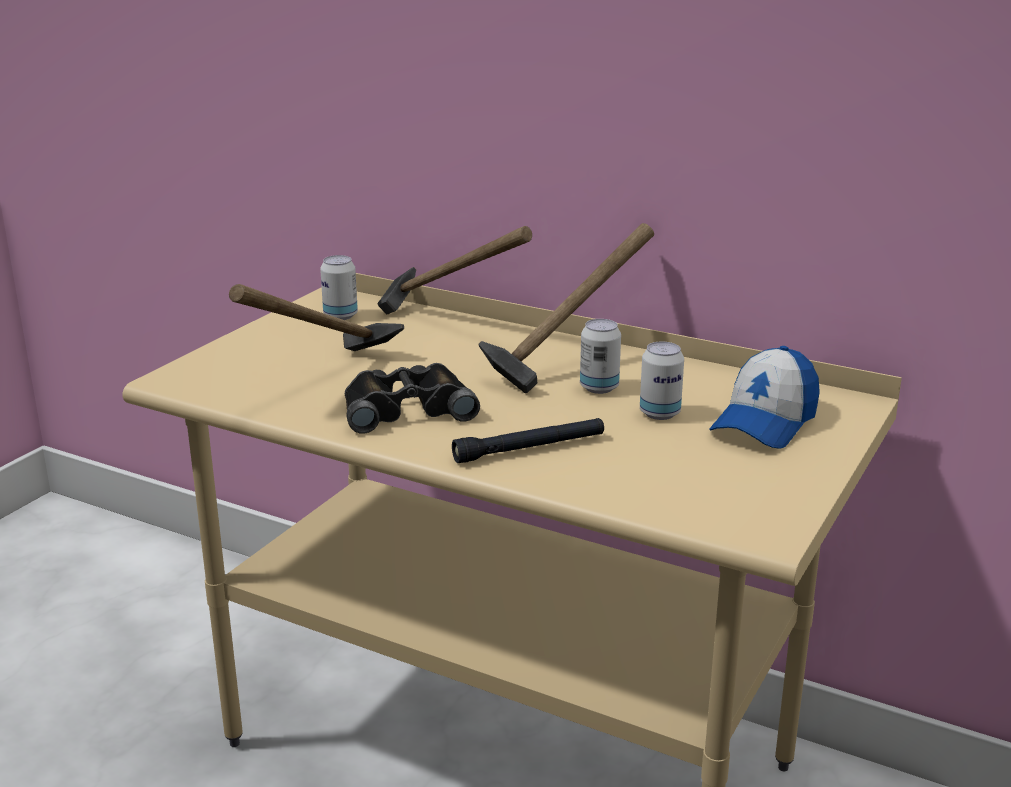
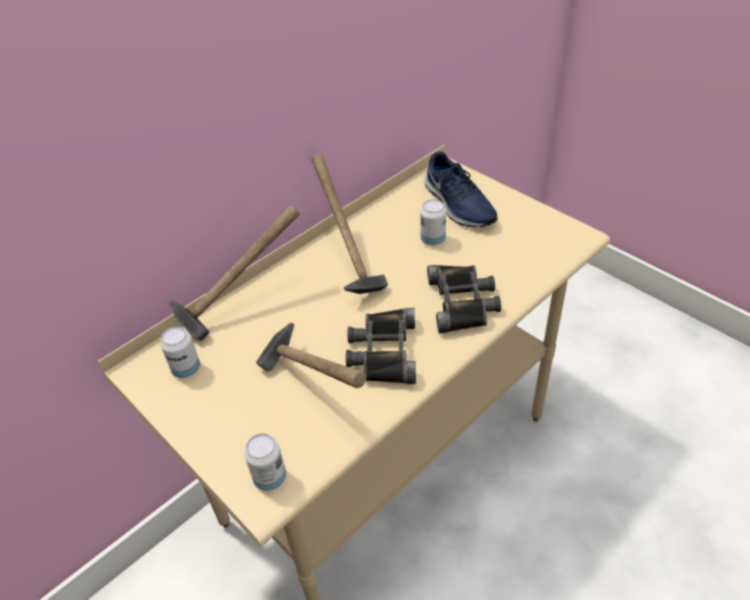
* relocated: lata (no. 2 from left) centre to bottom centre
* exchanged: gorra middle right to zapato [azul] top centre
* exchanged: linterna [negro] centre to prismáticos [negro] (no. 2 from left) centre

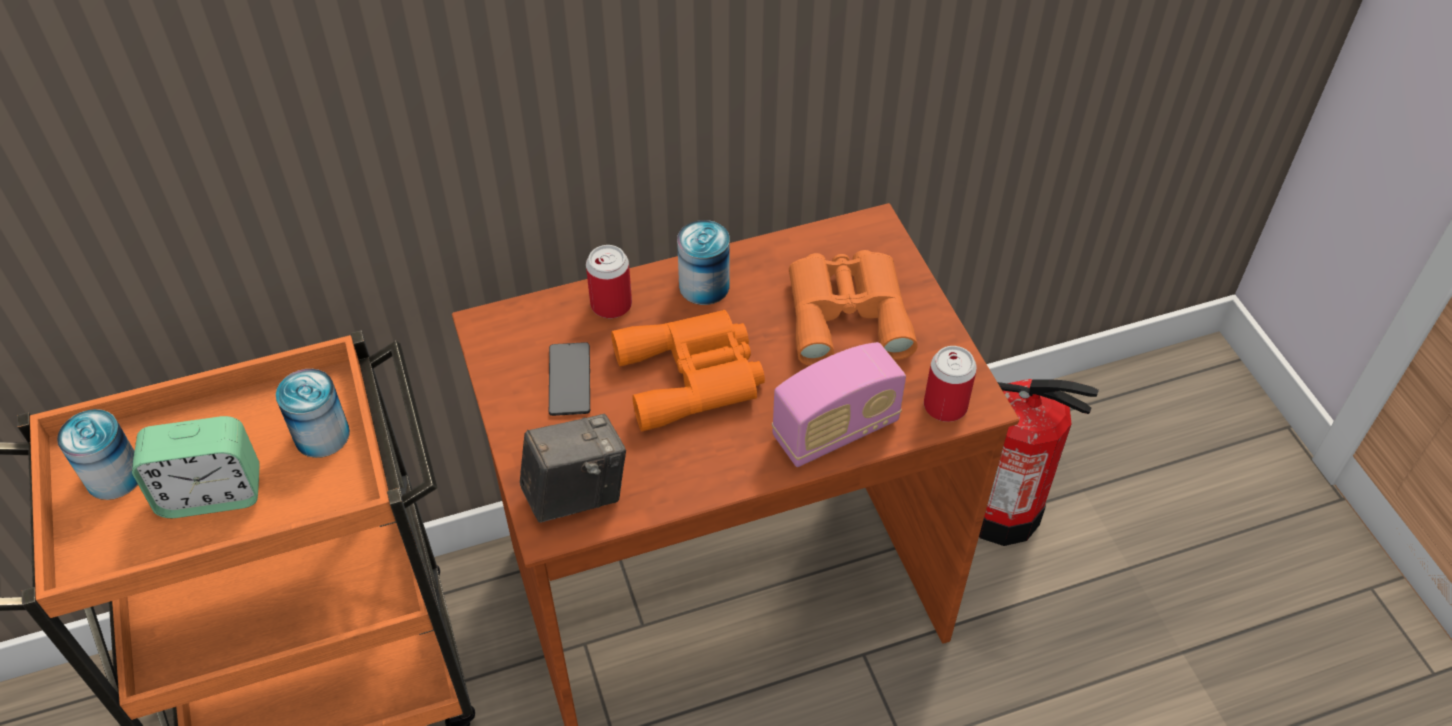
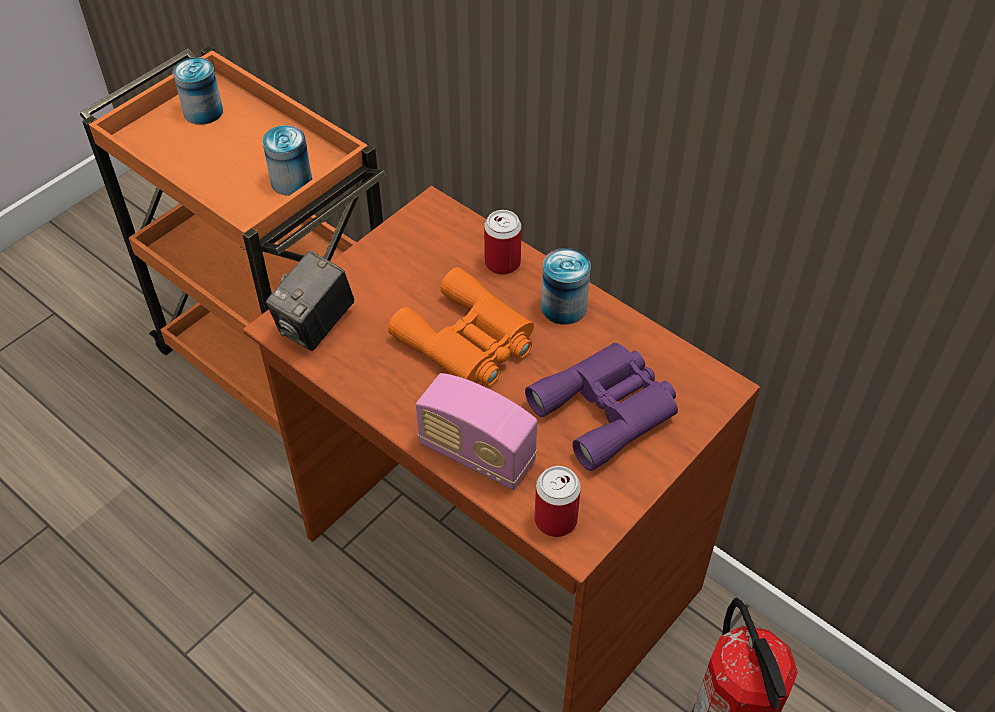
* colour: prismáticos [naranja] (no. 2 from left) centre to prismáticos [morado] centre
* missing: móvil centre
* spun: cámara centre = middle left 90 degrees clockwise
* missing: despertador middle left

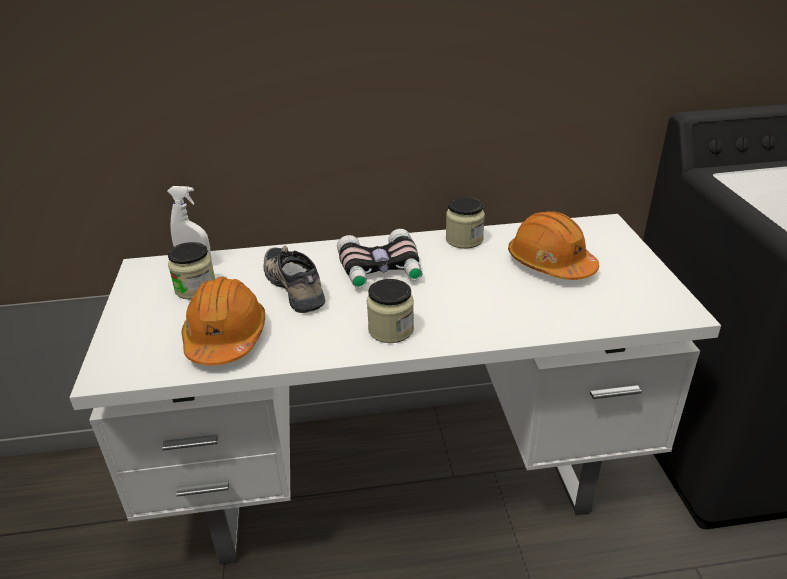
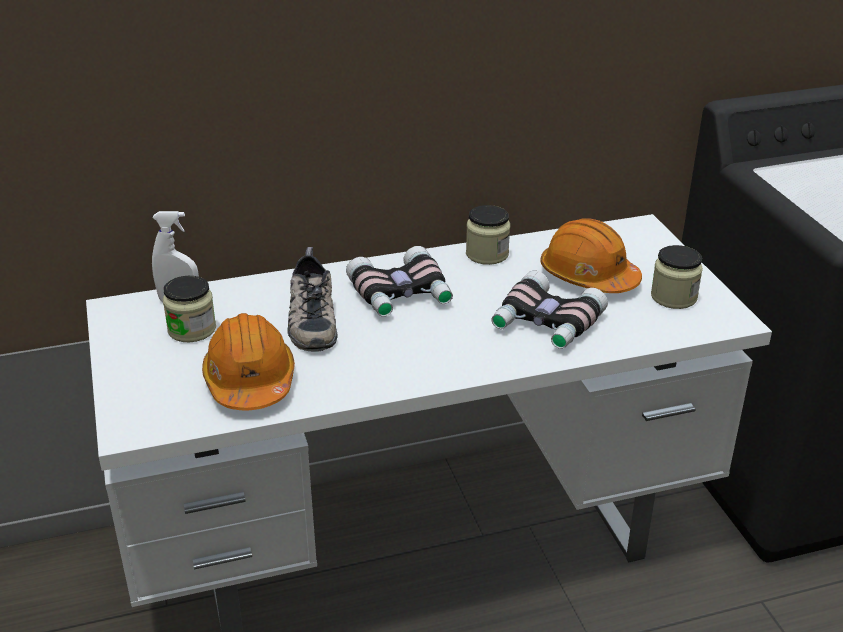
* spun: zapato centre = centre 150 degrees counterclockwise
* relocated: tarro (no. 2 from left in the first image) centre to tarro (no. 3 from left) middle right
* appeared: prismáticos (no. 2 from left) centre

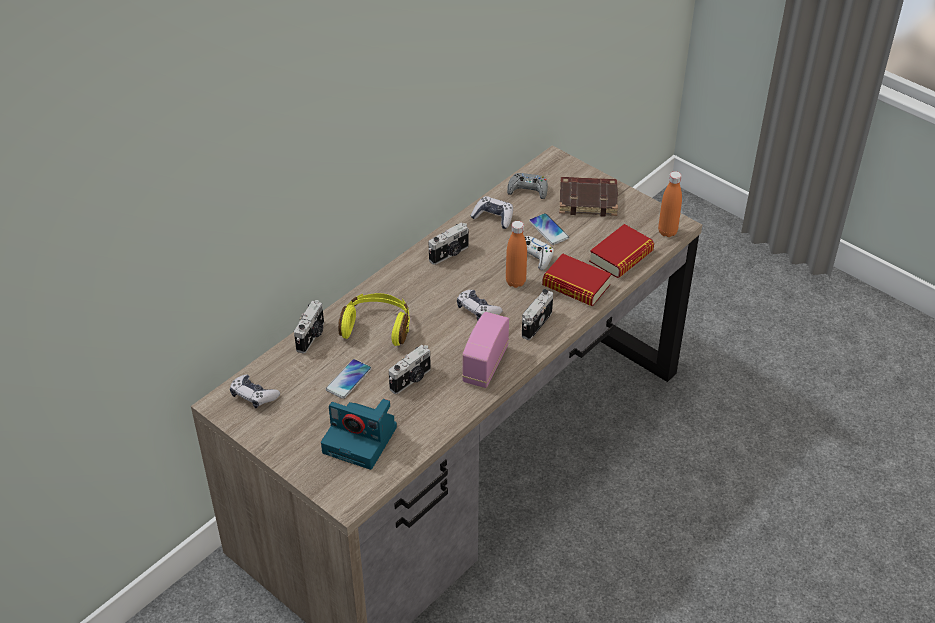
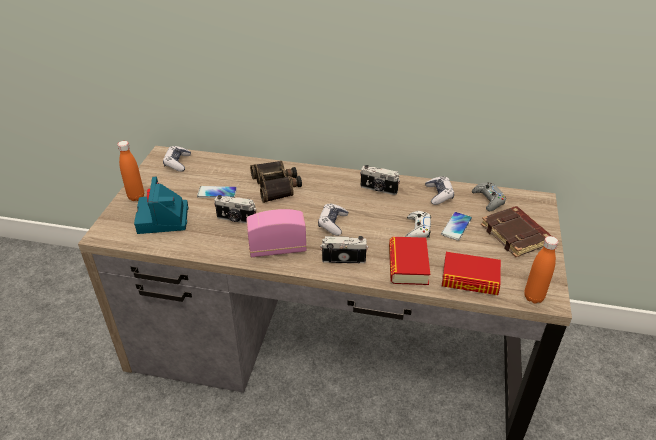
* relocated: botella [naranja] (no. 1 from left) centre to middle left
* exchanged: auriculares [amarillo] centre to prismáticos centre
* missing: cámara (no. 1 from left) middle left

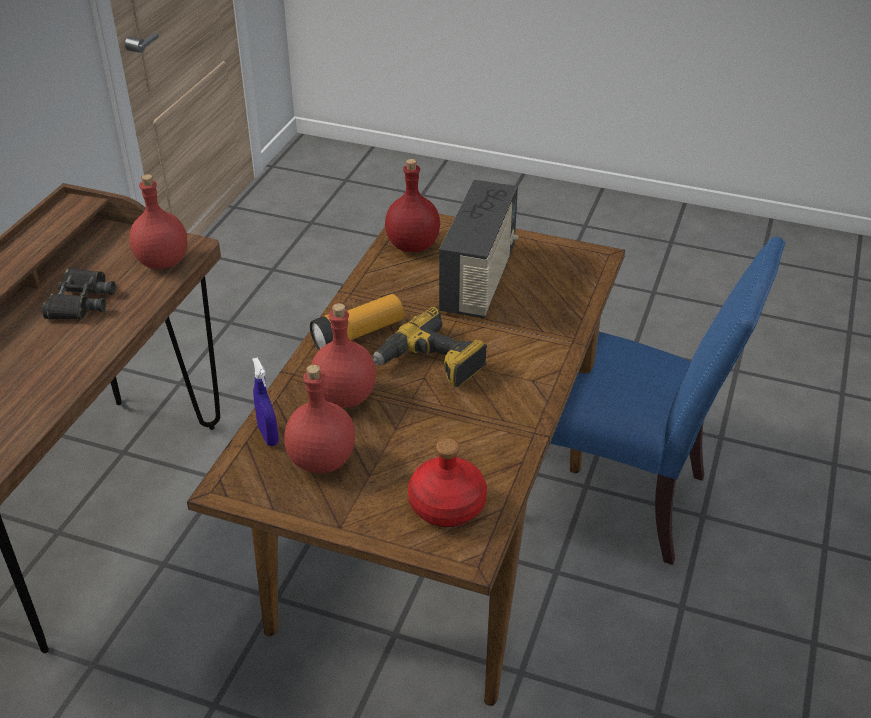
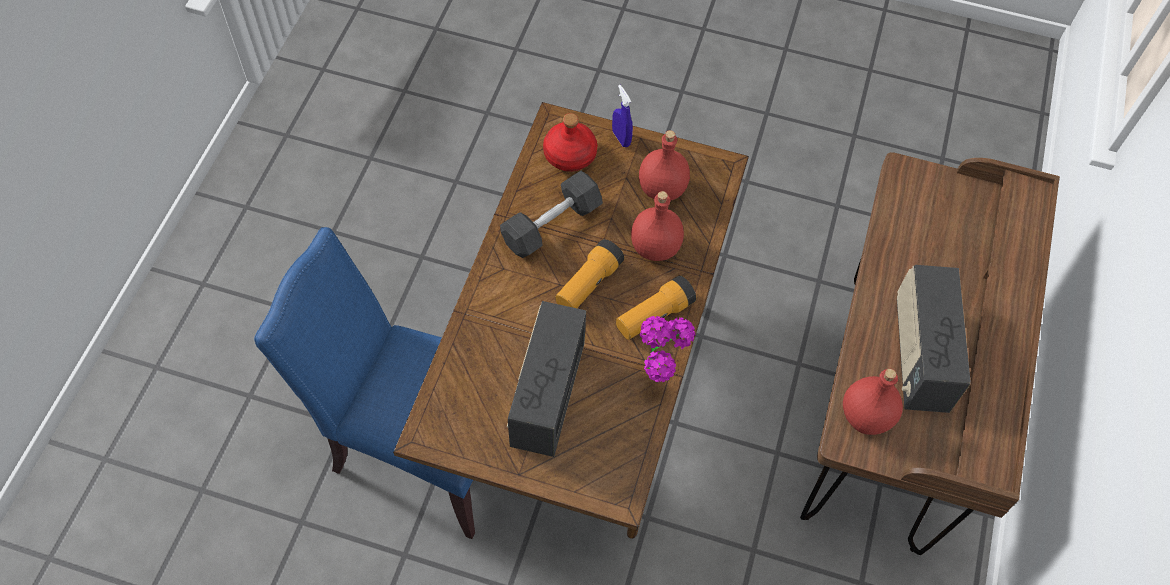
* missing: botella [rojo] (no. 4 from left) top centre
* exchanged: prismáticos [negro] middle left to radio (no. 2 from left) middle right
* exchanged: taladro centre to linterna (no. 1 from left) centre
* relocated: pulverizador [azul] middle left to top centre
* appeared: mancuerna [gris] centre
* appeared: planta en maceta centre

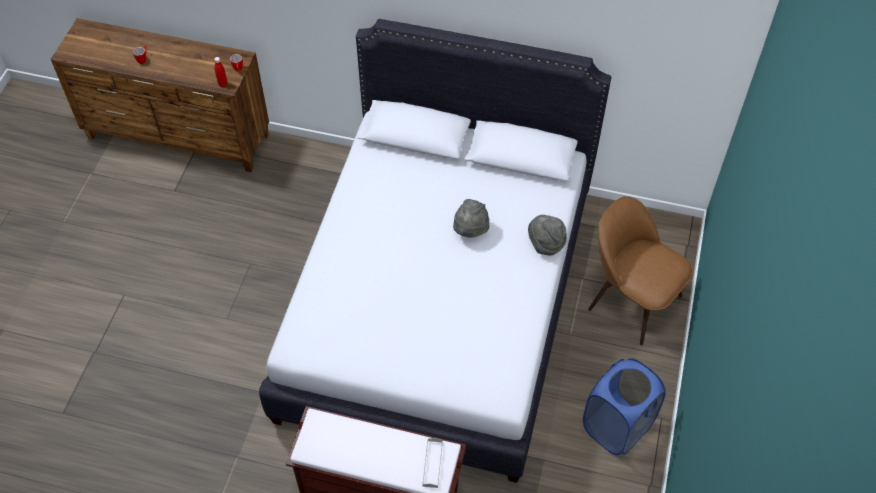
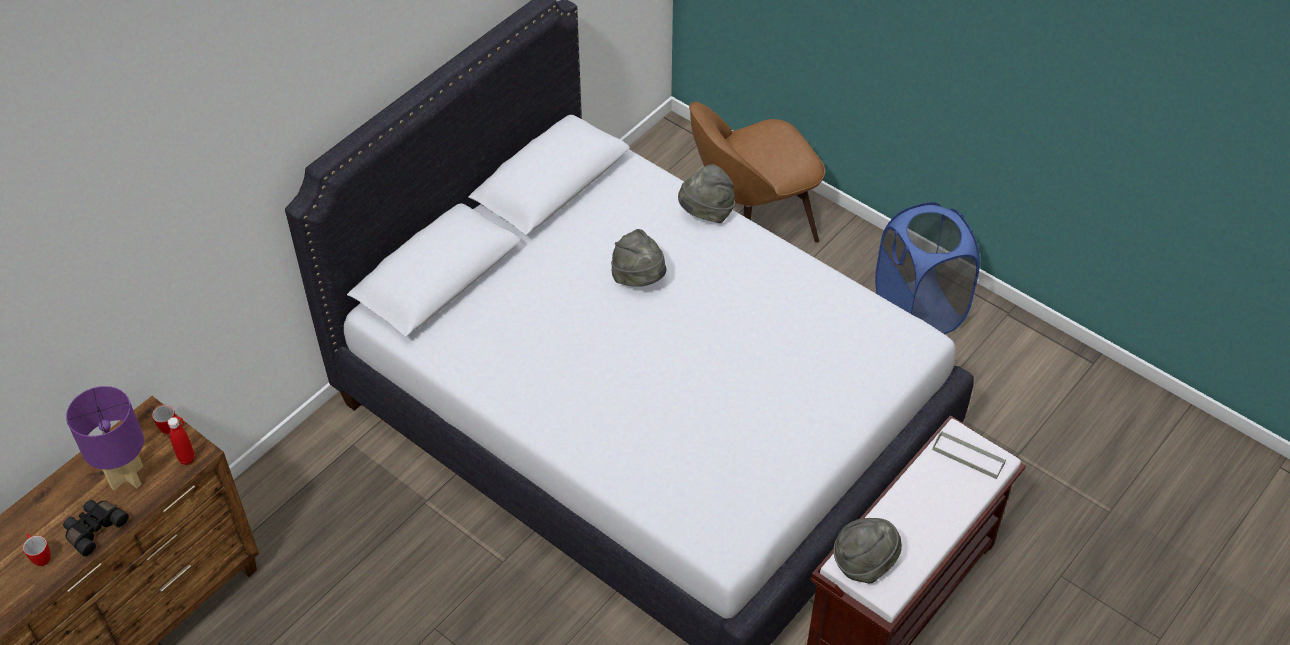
* appeared: lámpara de mesa [morado] bottom left
* appeared: prismáticos [negro] bottom left
* appeared: sombrero [gris] (no. 3 from left) bottom right

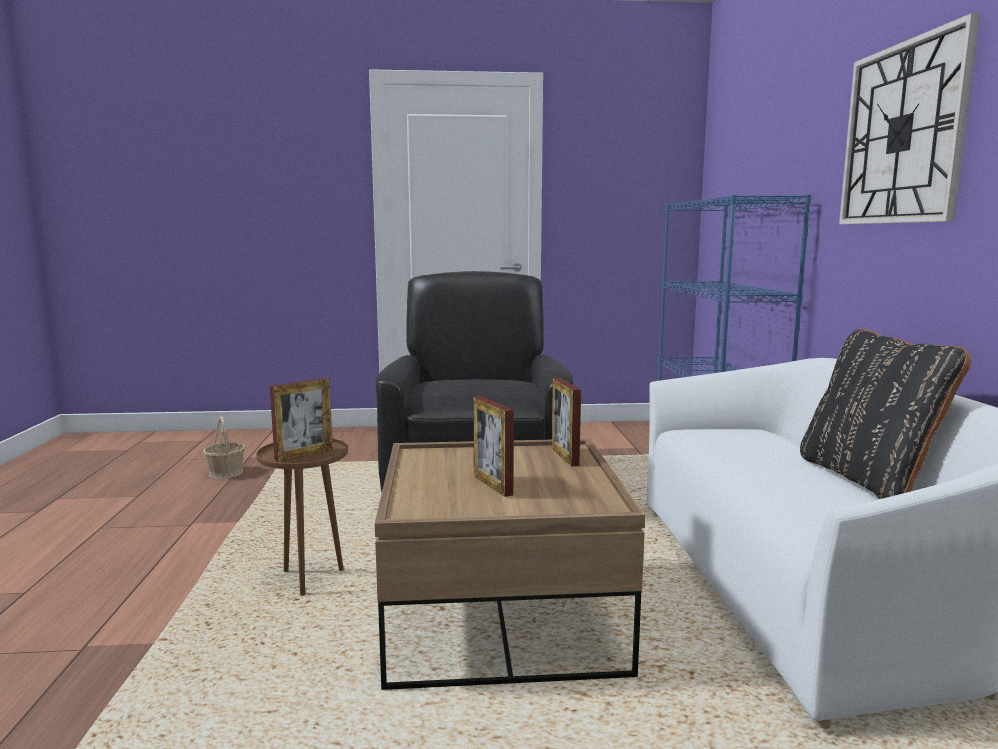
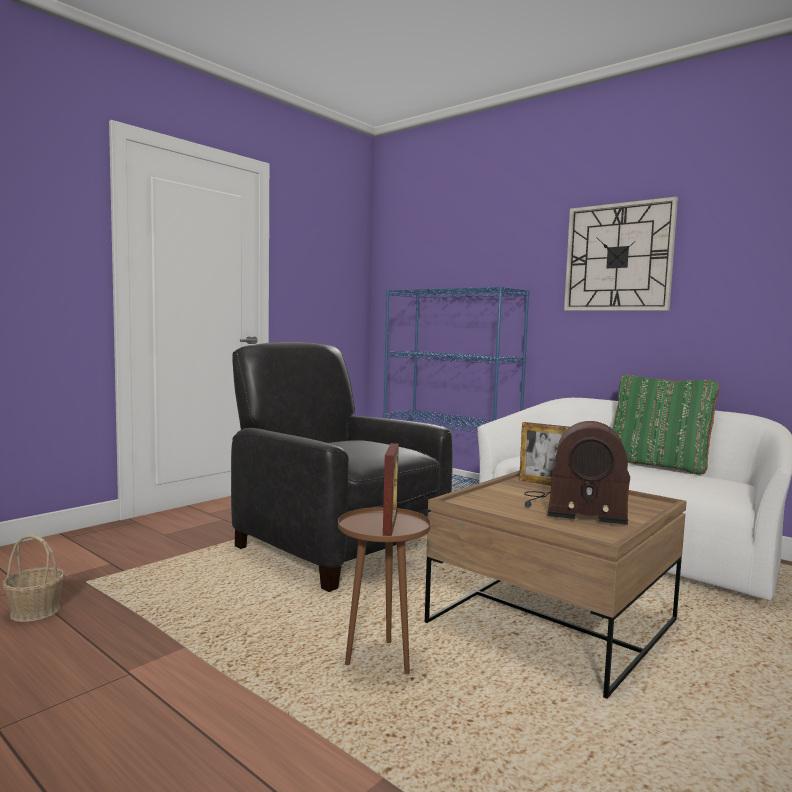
* colour: cojín [negro] middle right to cojín [verde] middle right
* exchanged: portarretratos (no. 2 from left) centre to radio middle right

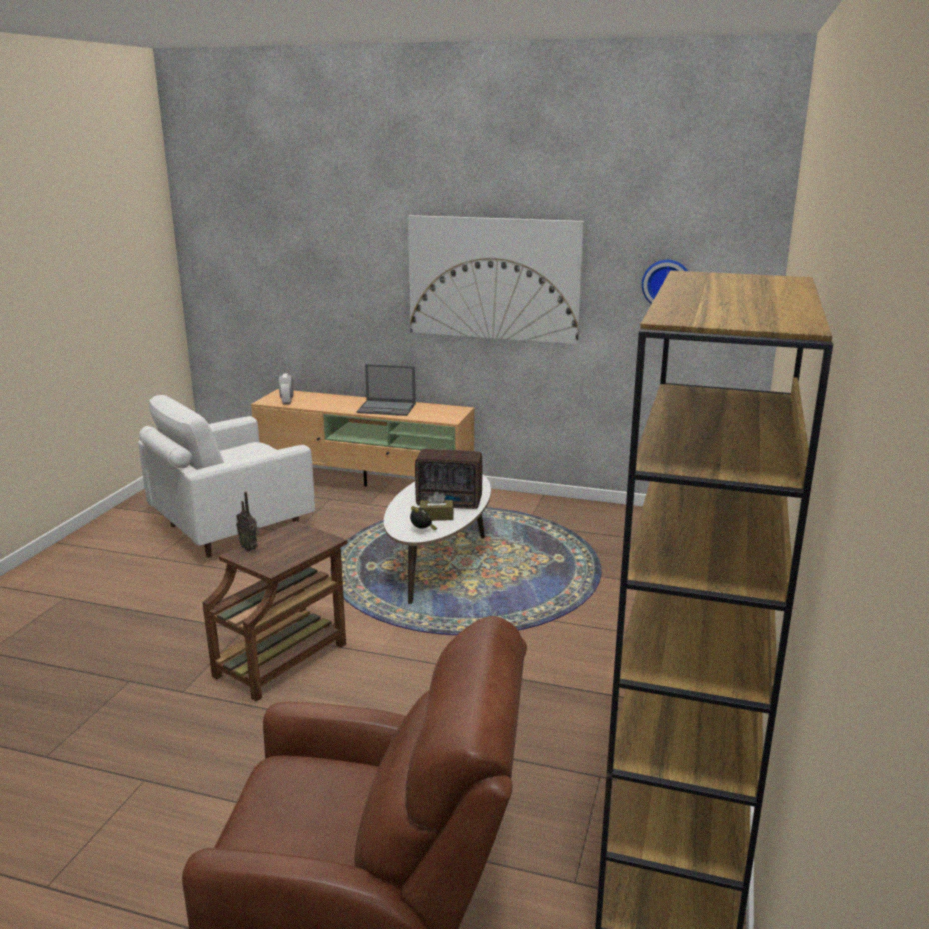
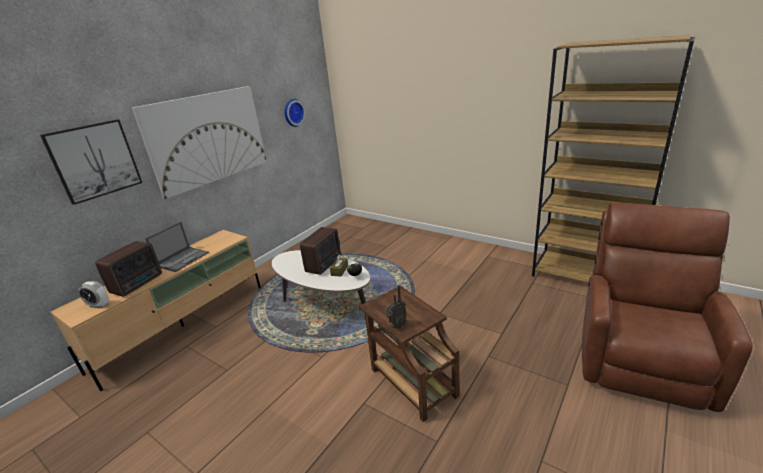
* missing: sillón [blanco] middle left
* appeared: cuadro (no. 1 from left) middle left
* appeared: radio (no. 1 from left) middle left

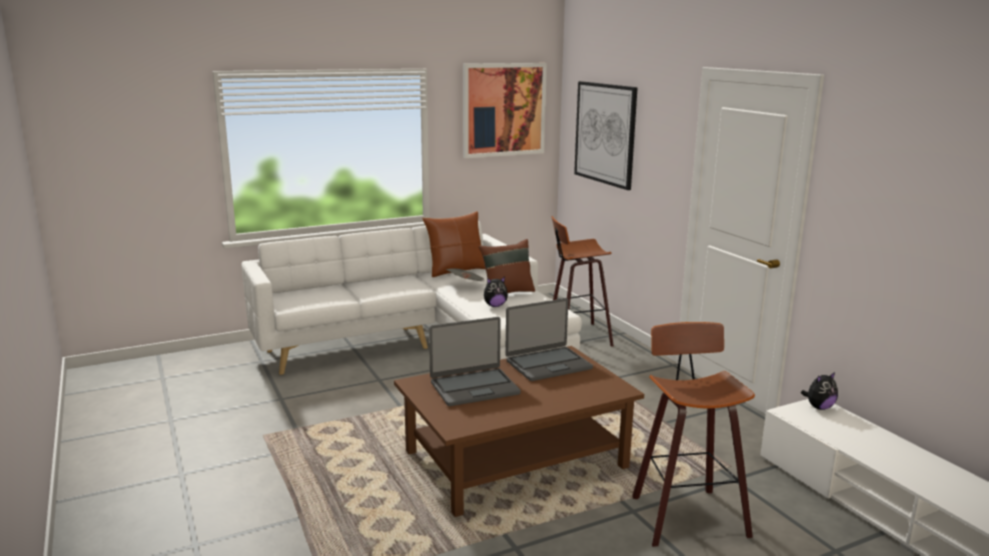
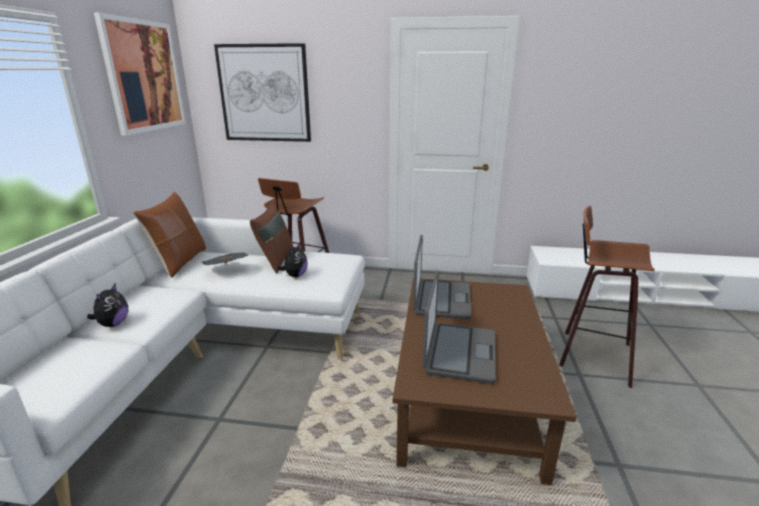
* relocated: peluche (no. 2 from left in the first image) bottom right to peluche (no. 1 from left) middle left

